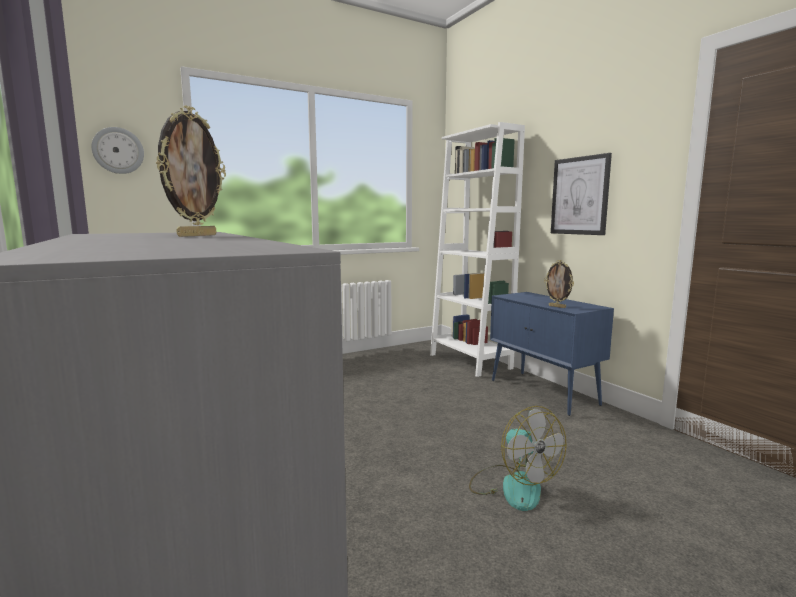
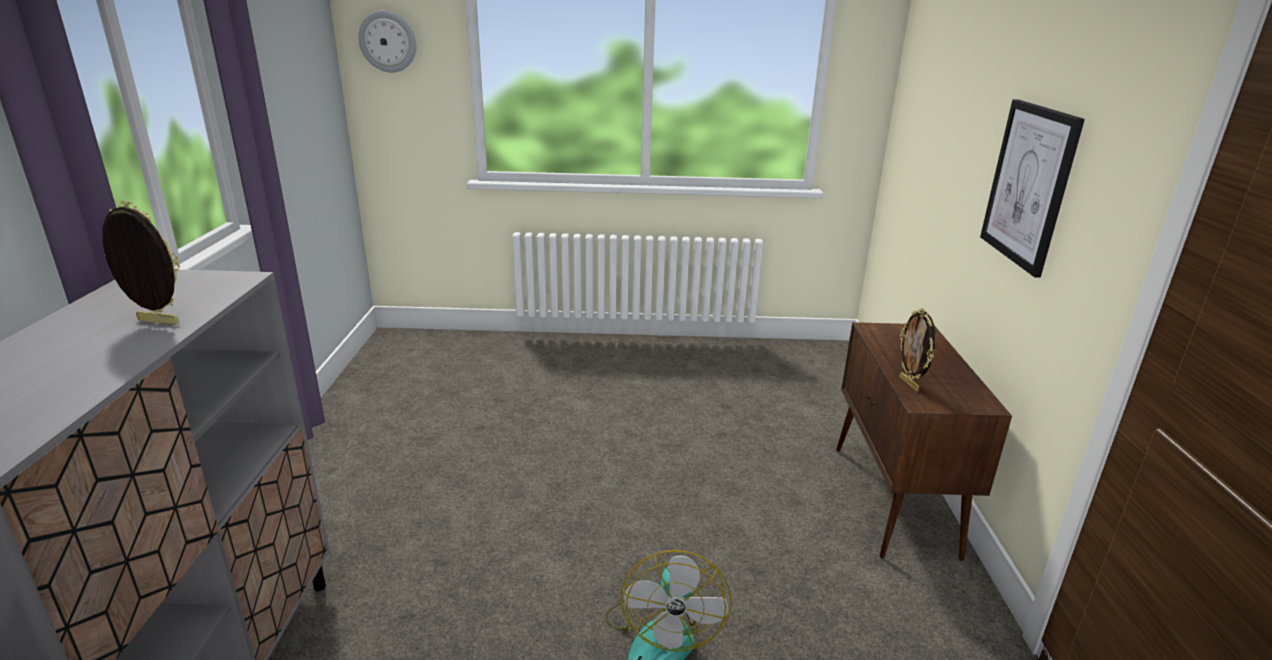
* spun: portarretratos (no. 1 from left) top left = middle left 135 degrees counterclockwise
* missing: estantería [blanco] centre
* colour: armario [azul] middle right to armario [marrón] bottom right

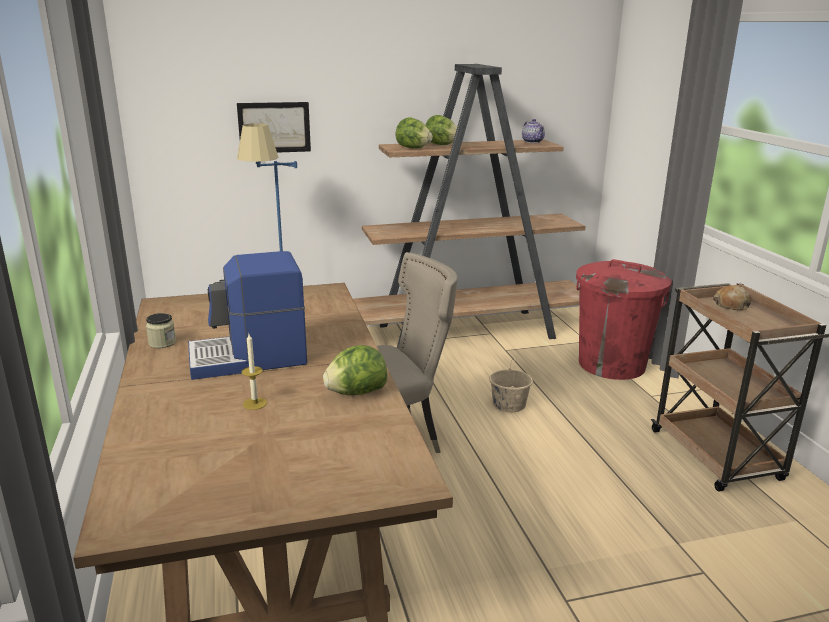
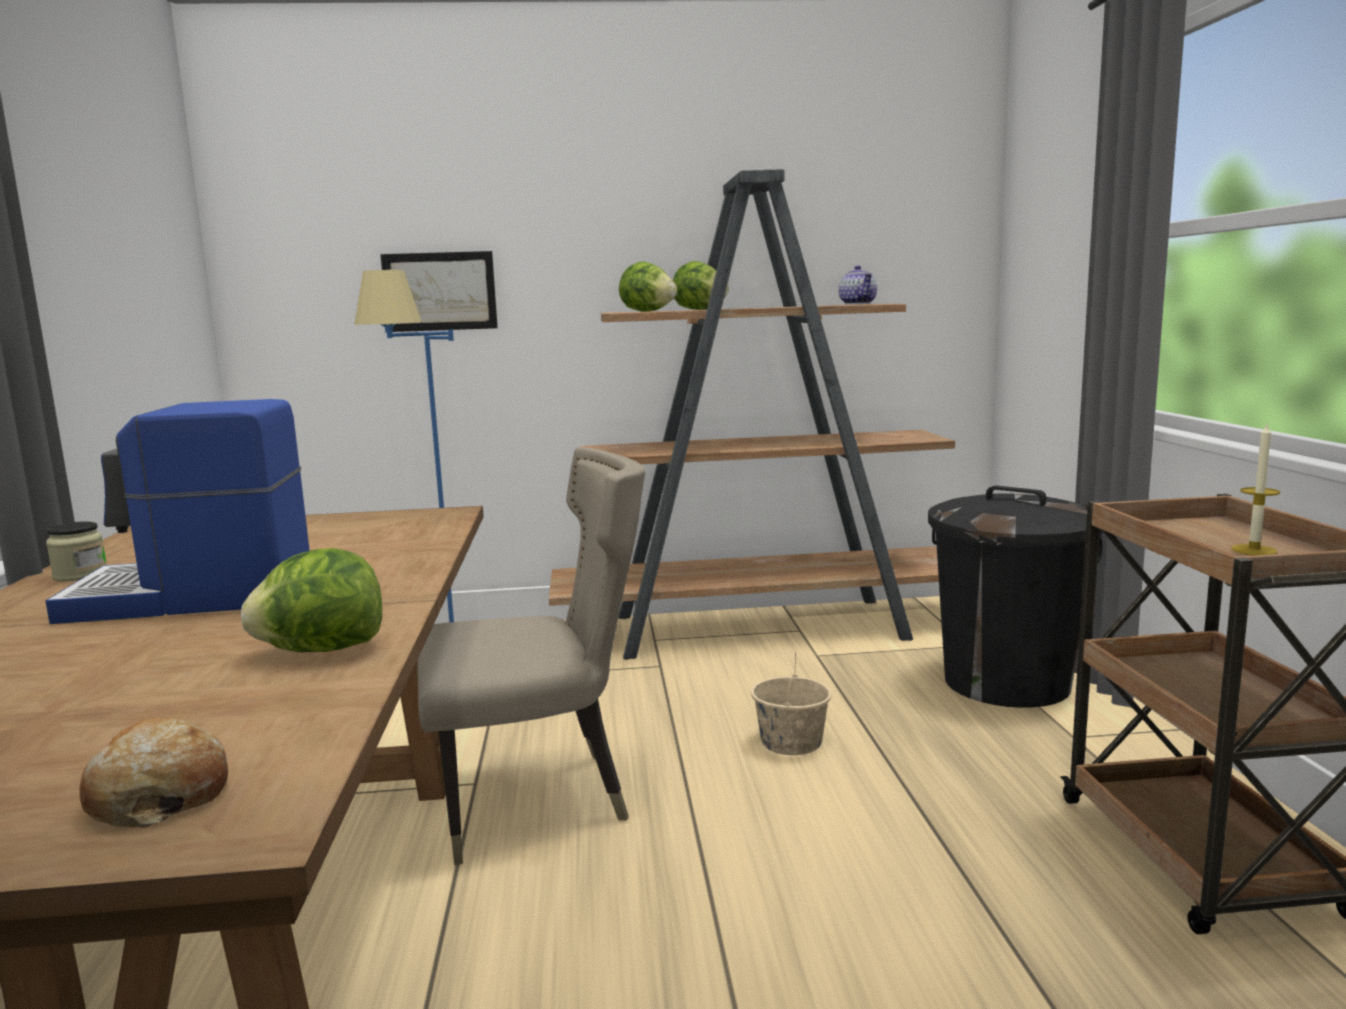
* colour: papelera [rojo] middle right to papelera [negro] middle right
* relocated: pan middle right to bottom left
* relocated: vela middle left to middle right

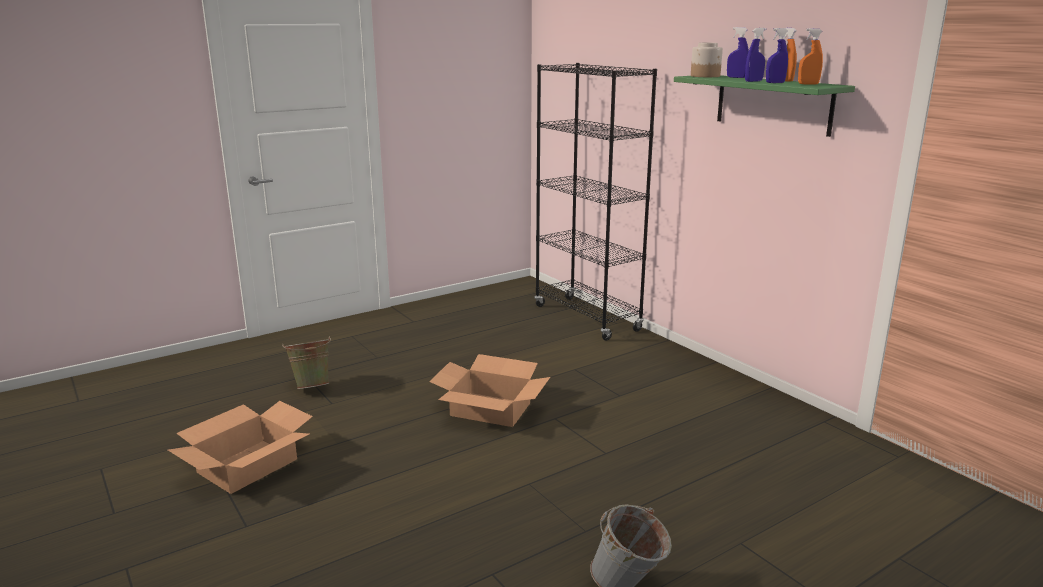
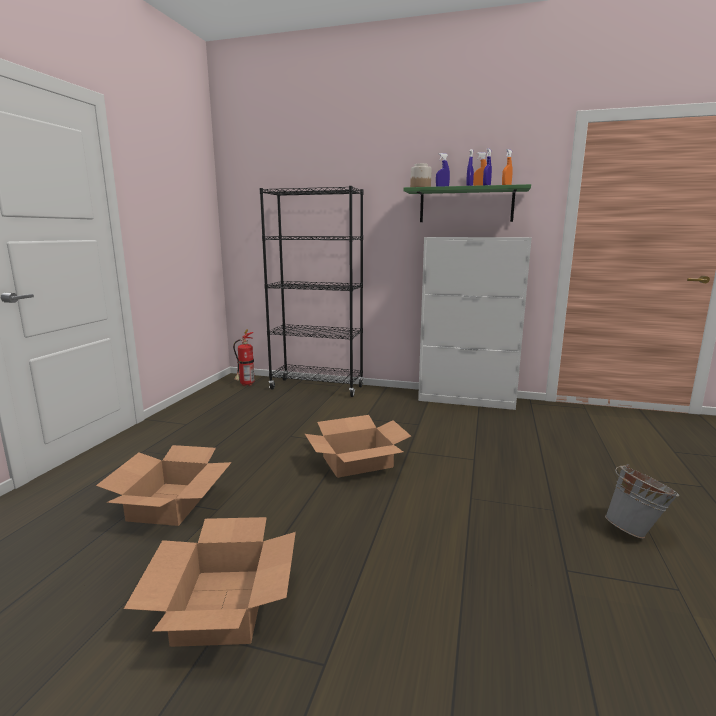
* exchanged: cubo [verde] middle left to caja de cartón (no. 1 from left) bottom left
* appeared: armario [blanco] centre
* appeared: extintor centre

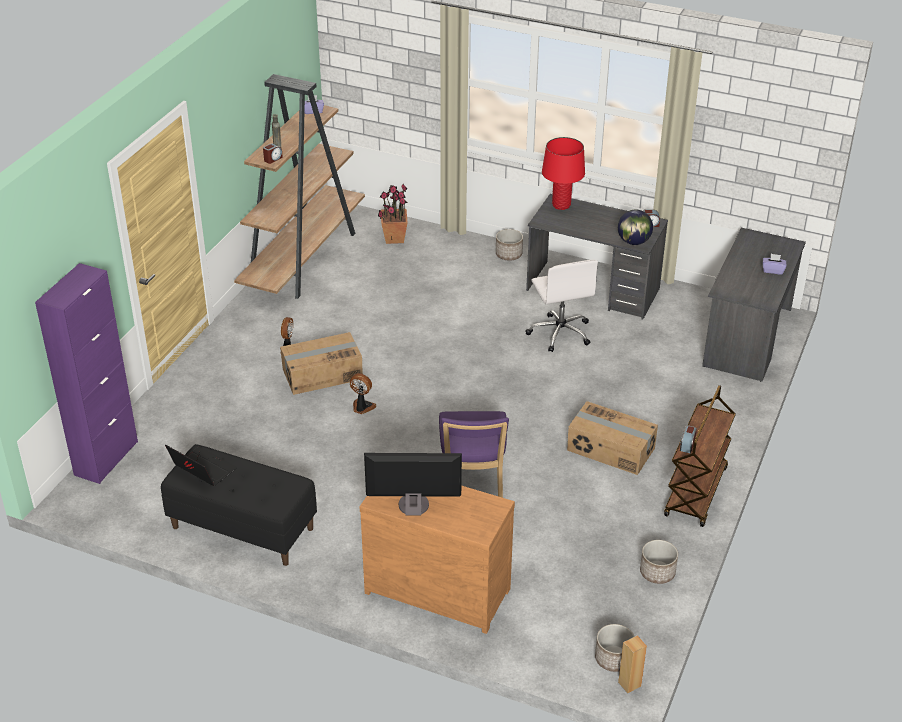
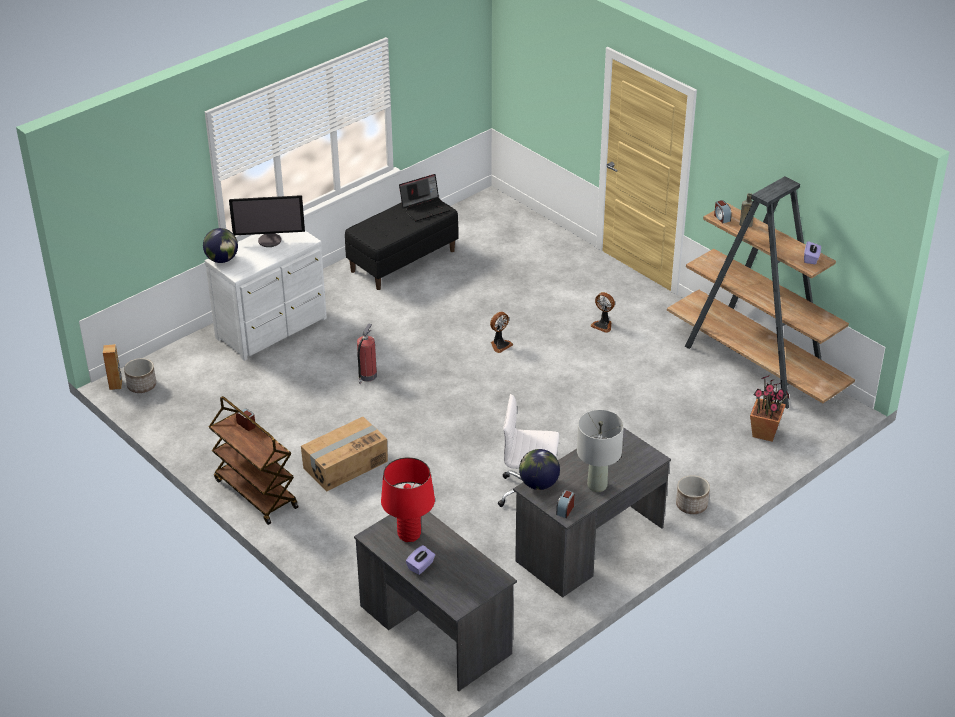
* relocated: lámpara de mesa [rojo] top centre to bottom centre
* missing: armario [morado] middle left
* missing: caja de cartón (no. 1 from left) centre
* exchanged: silla [morado] centre to extintor centre
* spun: monitor bottom centre = top left 60 degrees clockwise
* colour: cómoda [marrón] bottom centre to cómoda [blanco] middle left
* missing: maceta (no. 3 from left) bottom right
* appeared: globo terráqueo (no. 1 from left) middle left
* appeared: lámpara de mesa [gris] centre

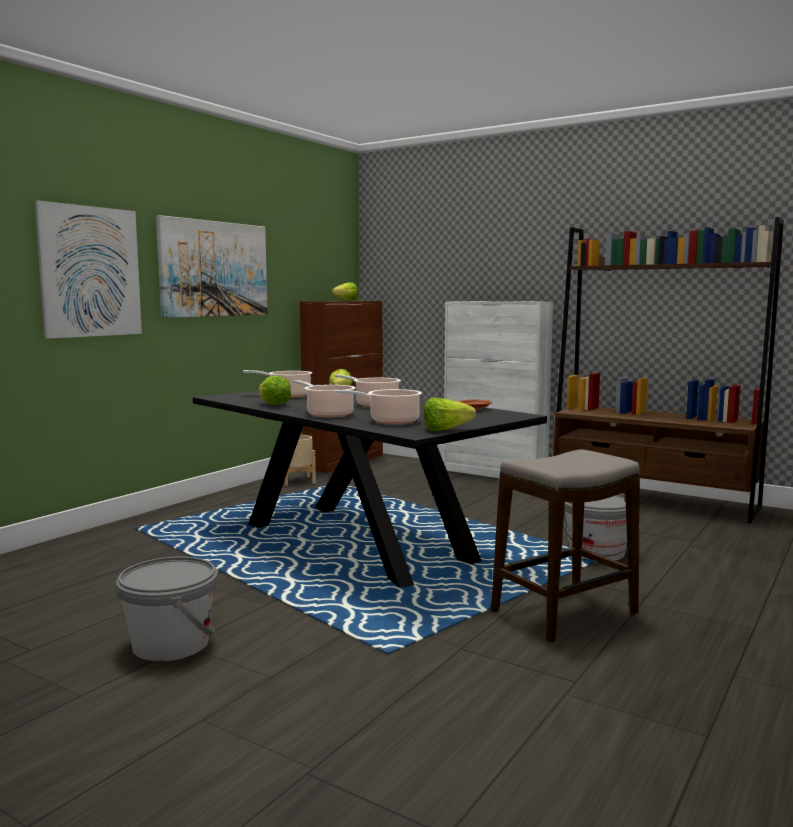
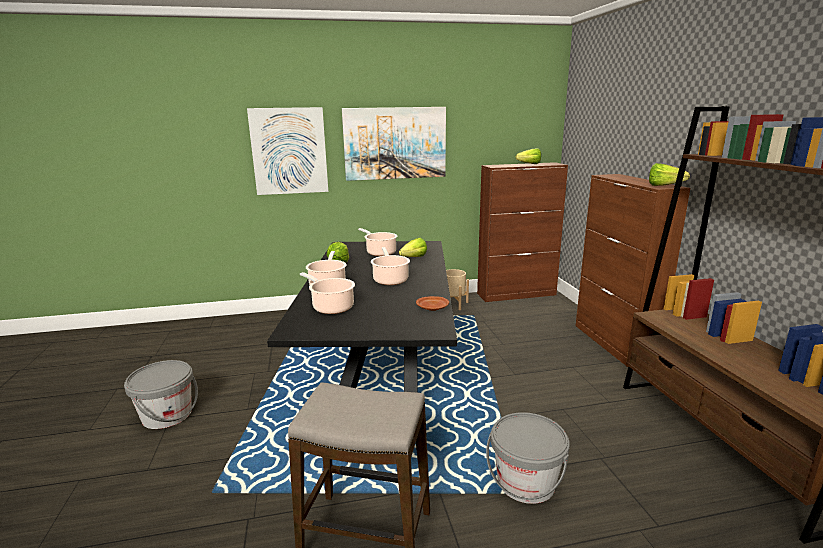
* colour: armario [blanco] centre to armario [marrón] (no. 2 from left) middle right
* relocated: lechuga (no. 4 from left) centre to top right

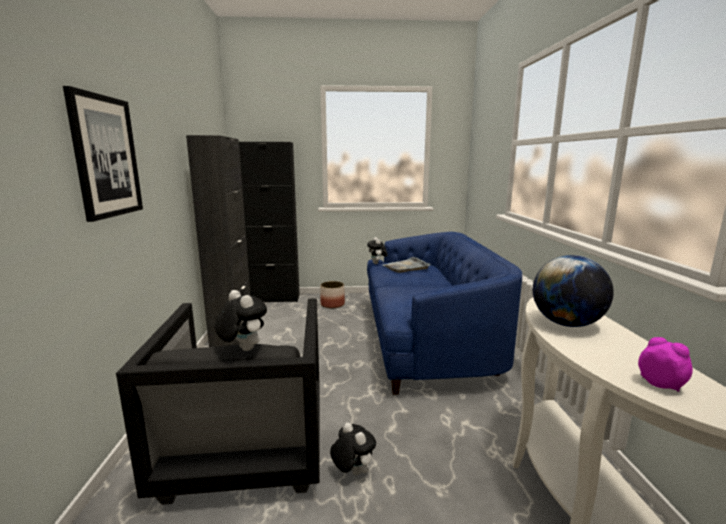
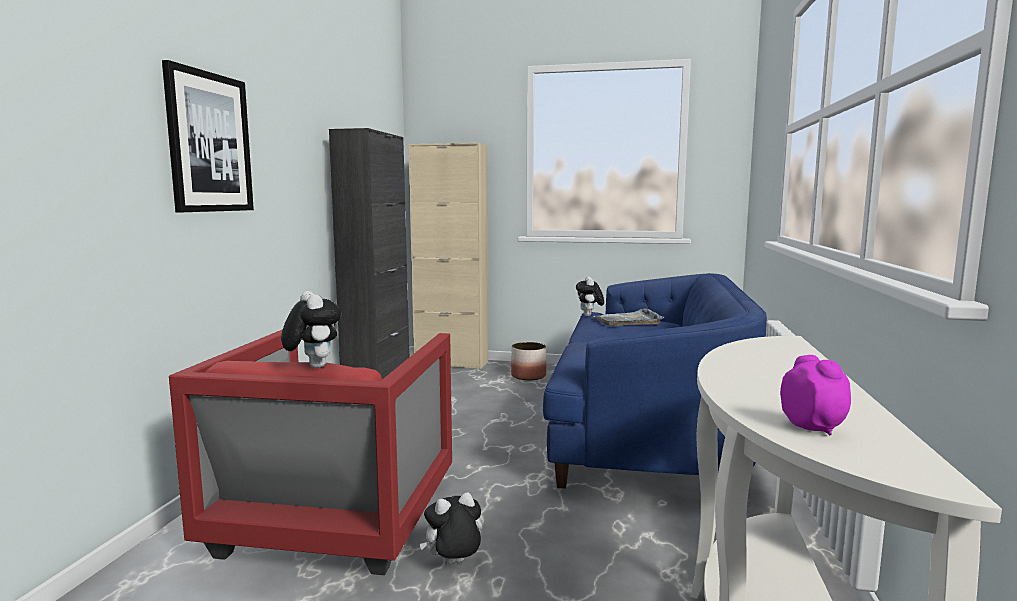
* colour: armario [negro] (no. 2 from left) centre to armario [beis] centre
* missing: globo terráqueo middle right
* colour: sillón [negro] bottom left to sillón [rojo] bottom left
* spun: peluche (no. 2 from left) bottom centre = bottom centre 90 degrees counterclockwise

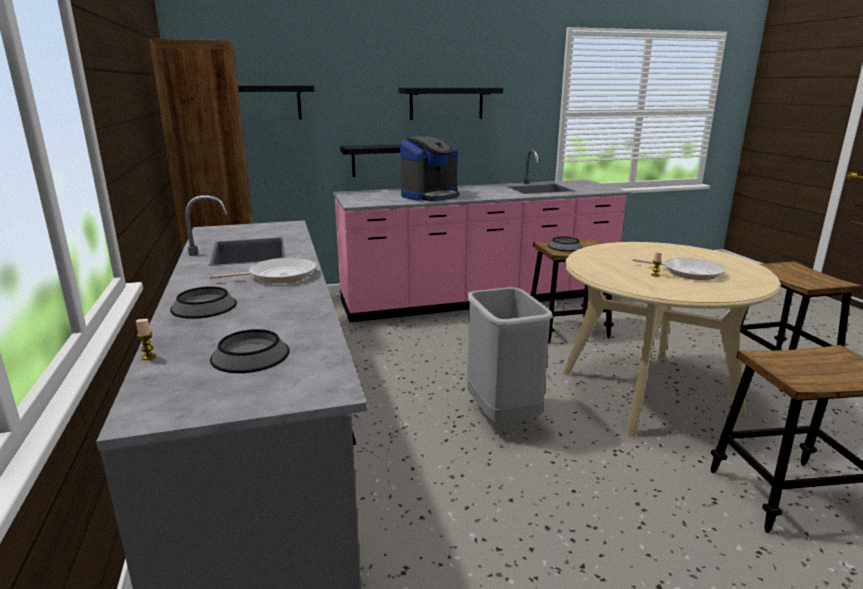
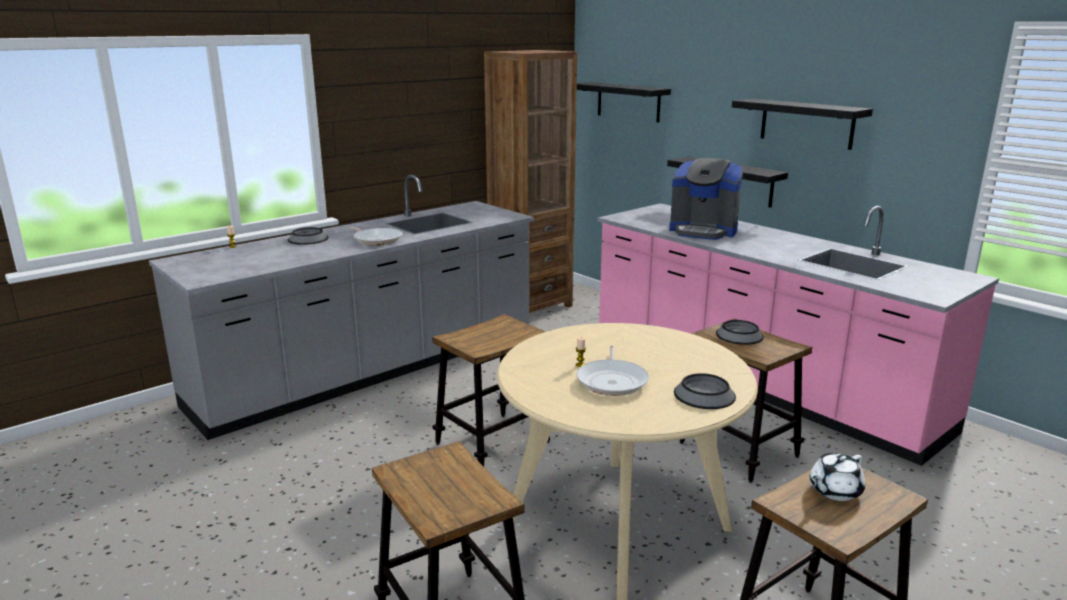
* exchanged: papelera [gris] centre to taburete (no. 2 from left) centre
* relocated: cuenco (no. 2 from left) middle left to centre
* appeared: tetera [blanco] bottom right

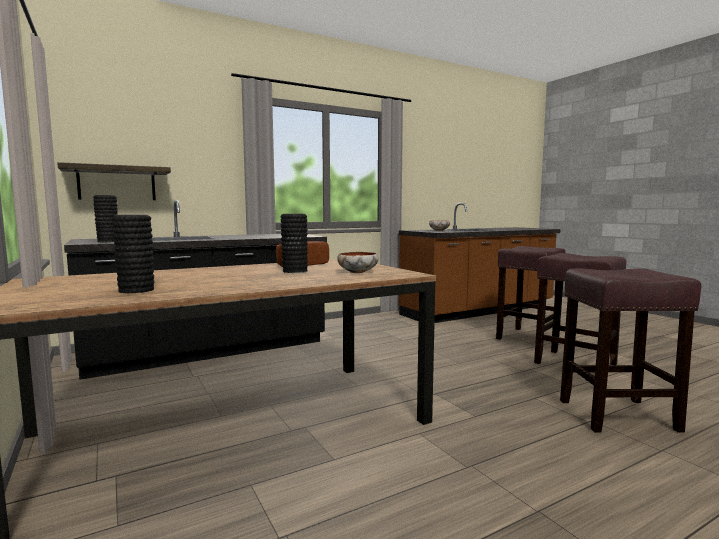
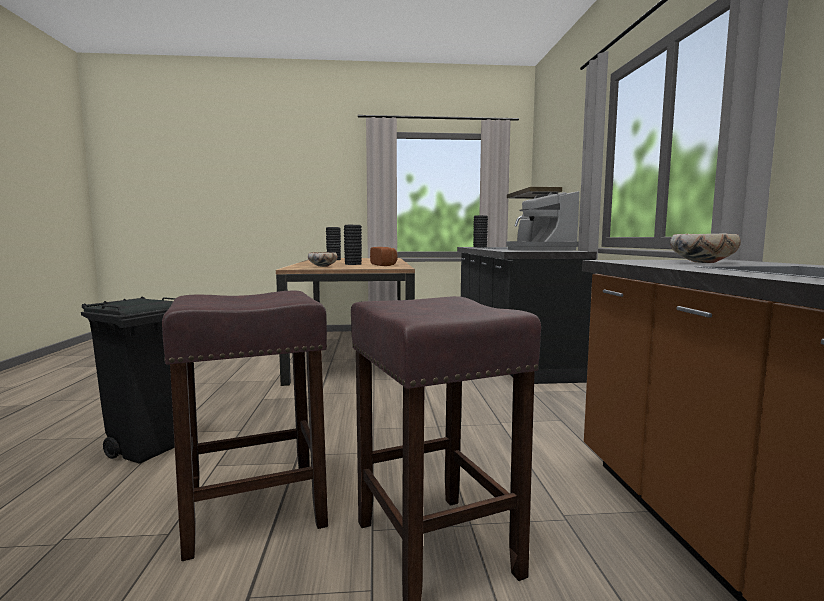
* exchanged: taburete [marrón] (no. 3 from left) middle right to papelera [negro] middle left
* appeared: cafetera centre

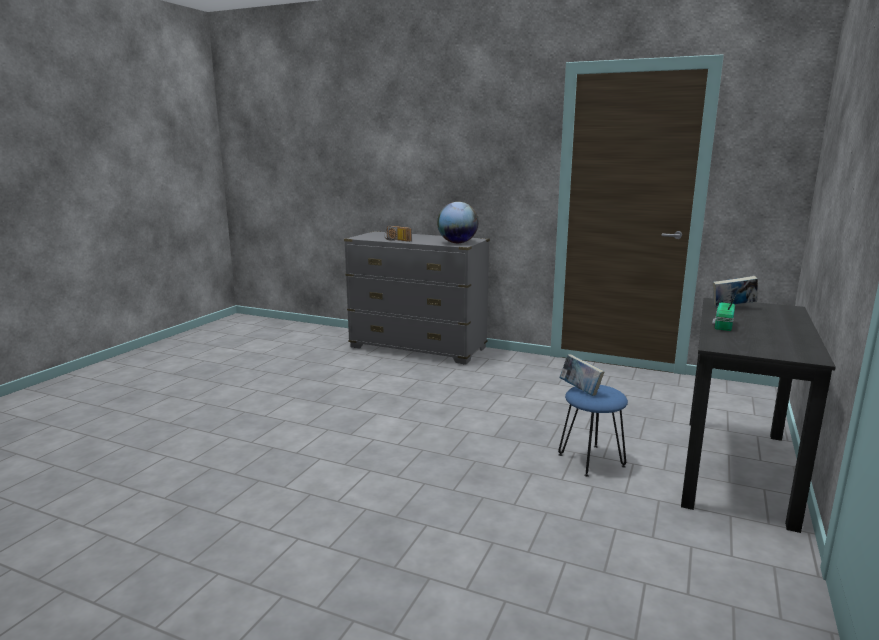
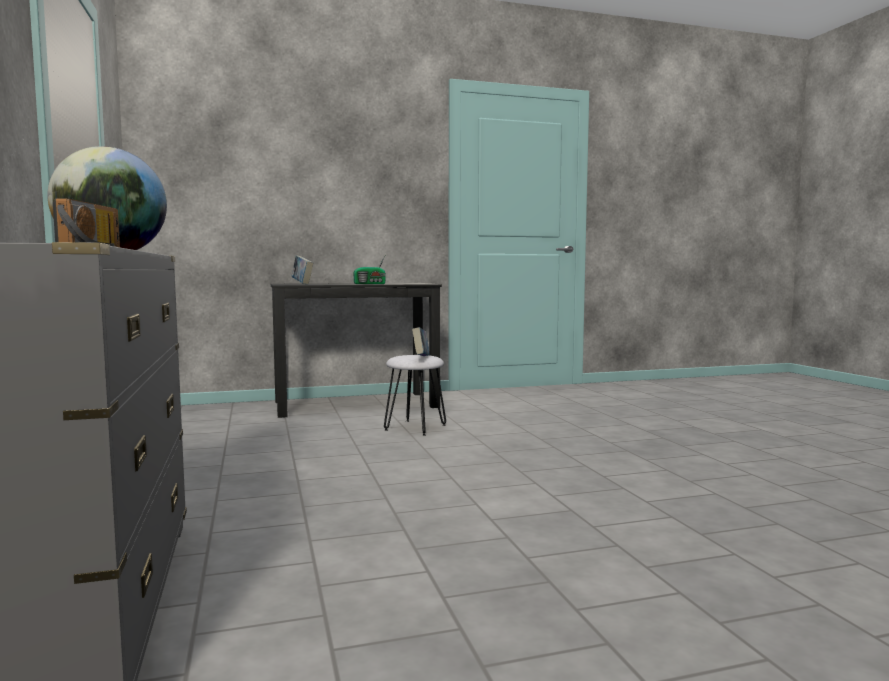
* colour: taburete [azul] bottom right to taburete [blanco] centre

